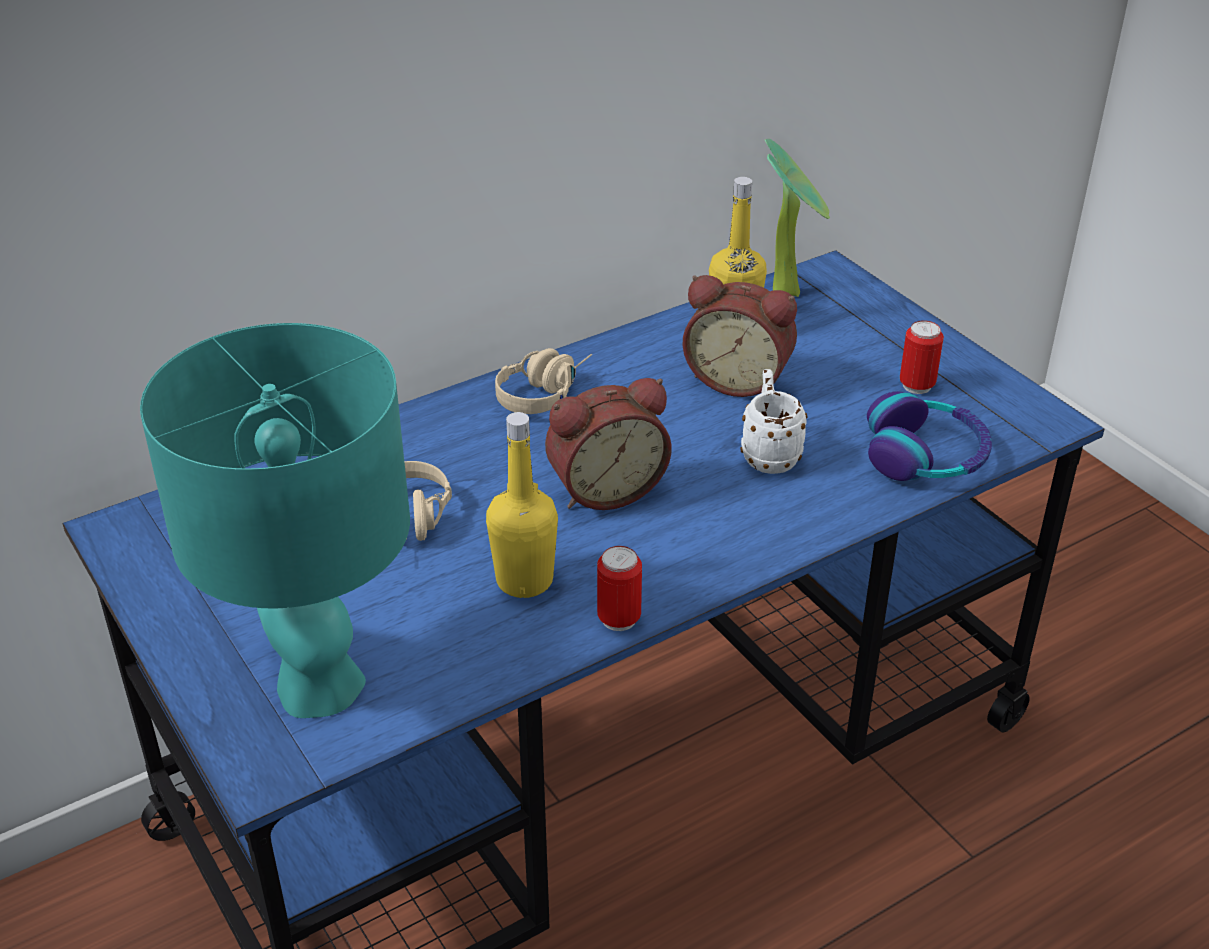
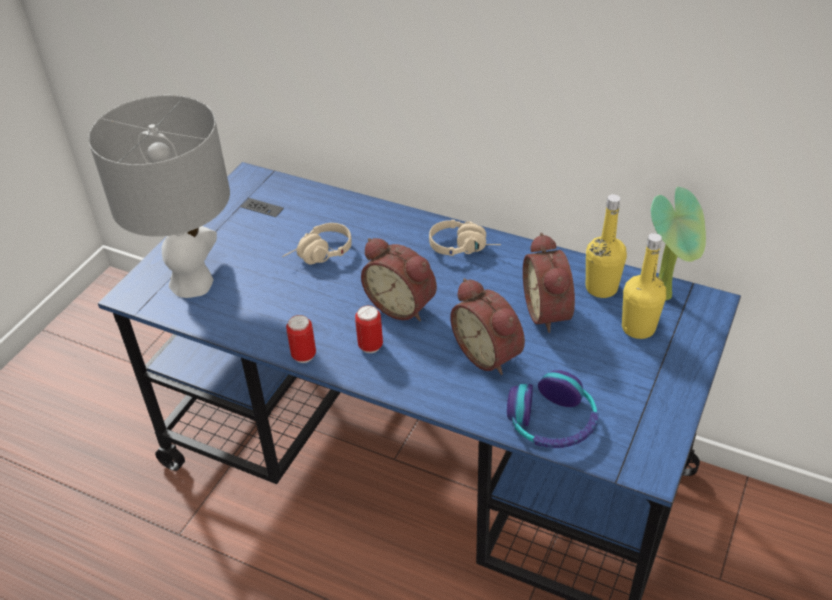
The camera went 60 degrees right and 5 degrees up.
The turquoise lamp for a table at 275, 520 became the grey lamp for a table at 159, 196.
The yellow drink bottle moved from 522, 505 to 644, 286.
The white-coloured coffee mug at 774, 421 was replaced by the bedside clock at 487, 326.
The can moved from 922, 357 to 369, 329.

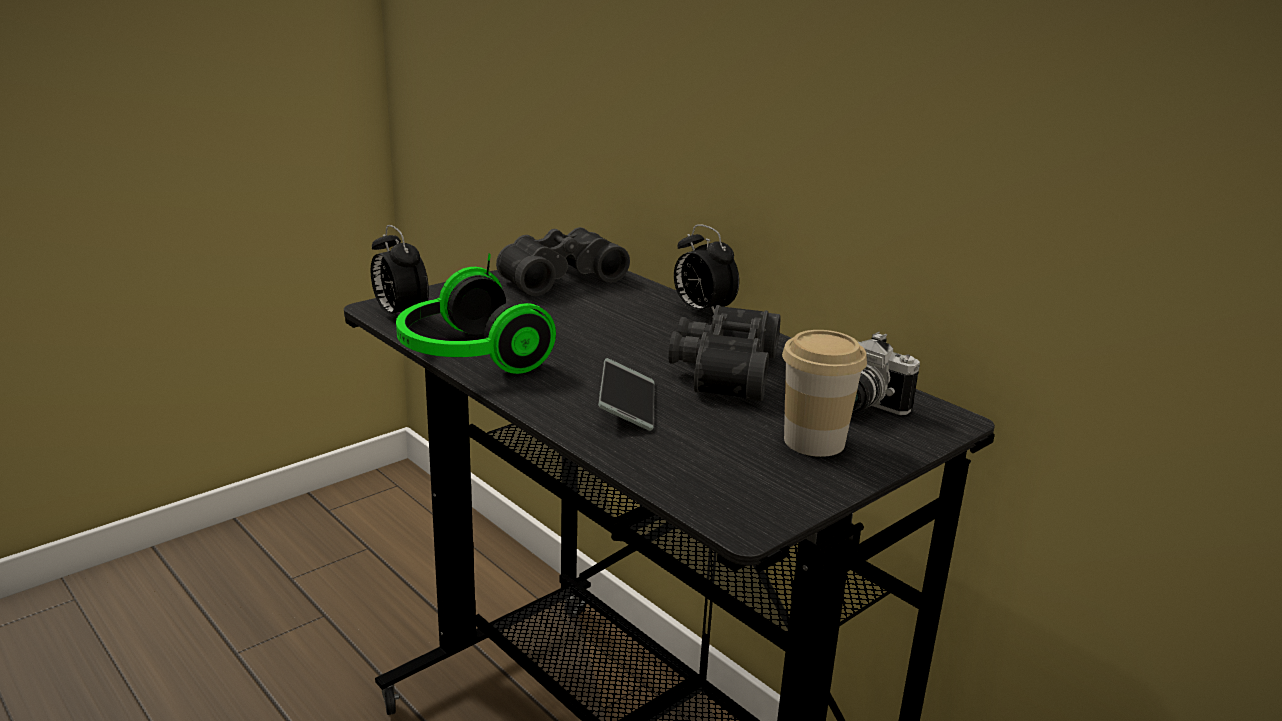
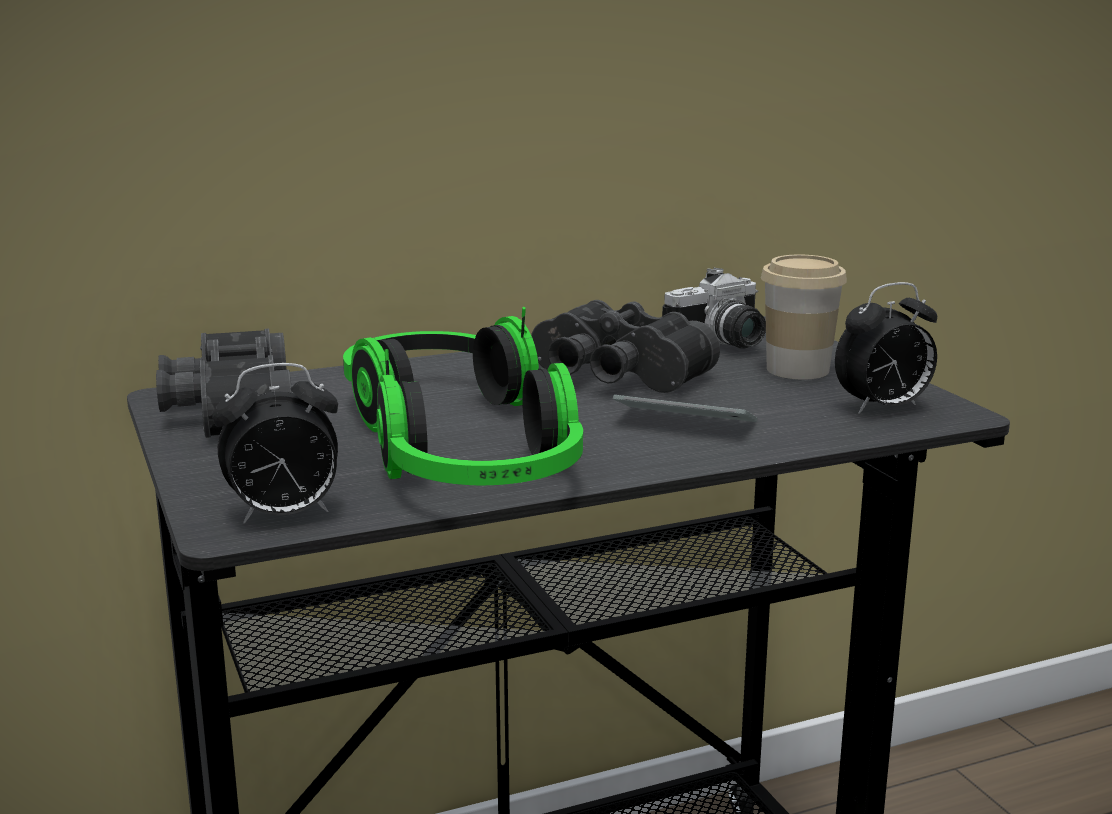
The camera went 70 degrees left and 5 degrees down.
The bedside clock moved from 706, 268 to 886, 348.
The headset at 441, 369 appeared.

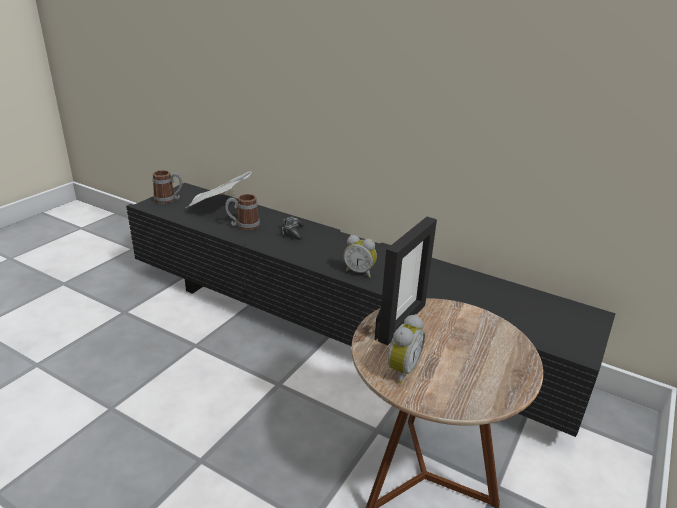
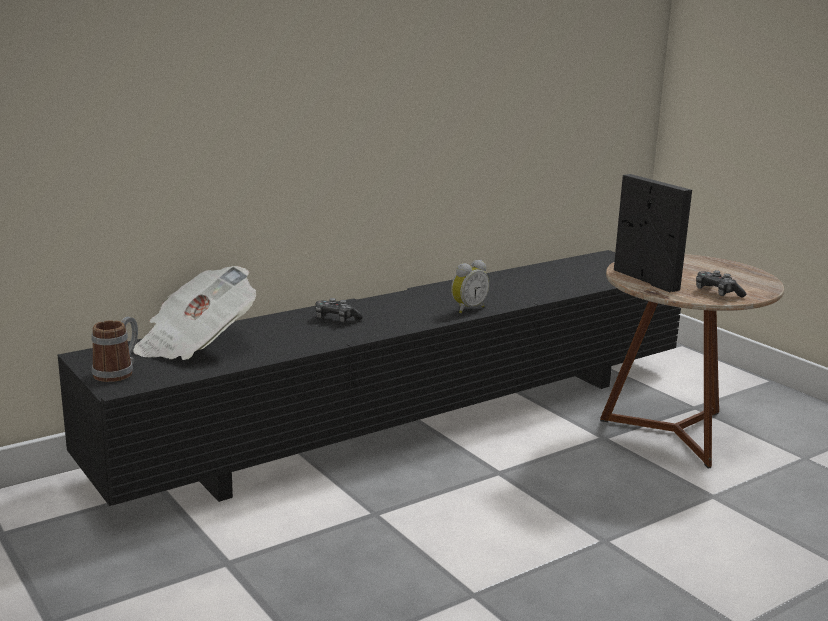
The camera went 65 degrees left and 10 degrees down.
The coffee mug at 242, 212 disappeared.
The bedside clock at 406, 349 was replaced by the gamepad at 721, 284.

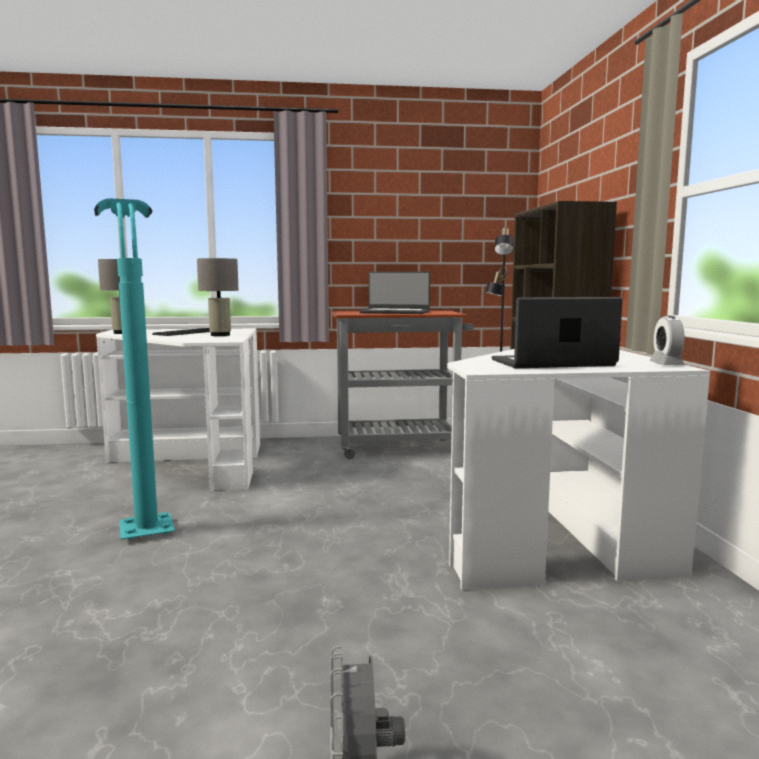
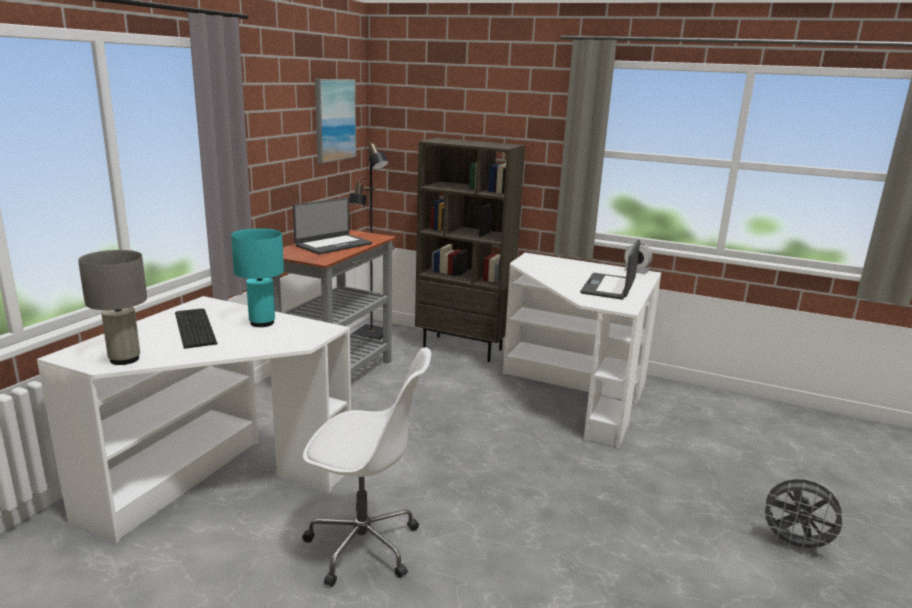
The camera went 60 degrees left and 10 degrees up.
The turquoise floor lamp at 134, 369 was replaced by the white-coloured computer chair at 366, 467.
The grey lamp for a table at 217, 297 became the turquoise lamp for a table at 257, 277.
The wall art at 335, 121 appeared.

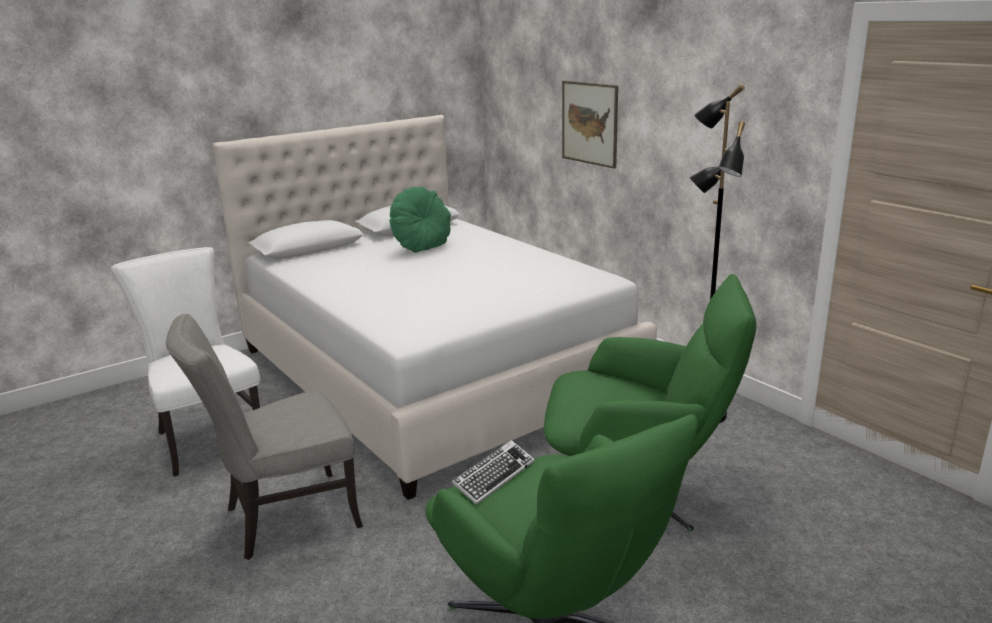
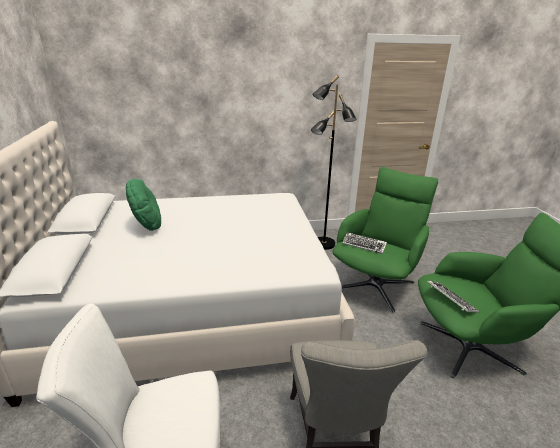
The camera went 65 degrees left and 5 degrees up.
The wall art at 590, 125 disappeared.
The PC keyboard at 364, 243 appeared.

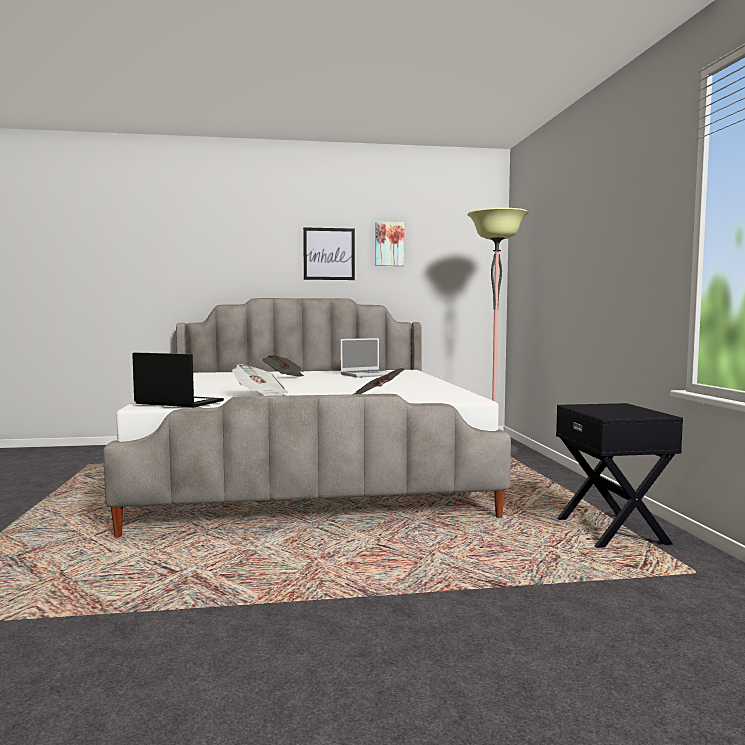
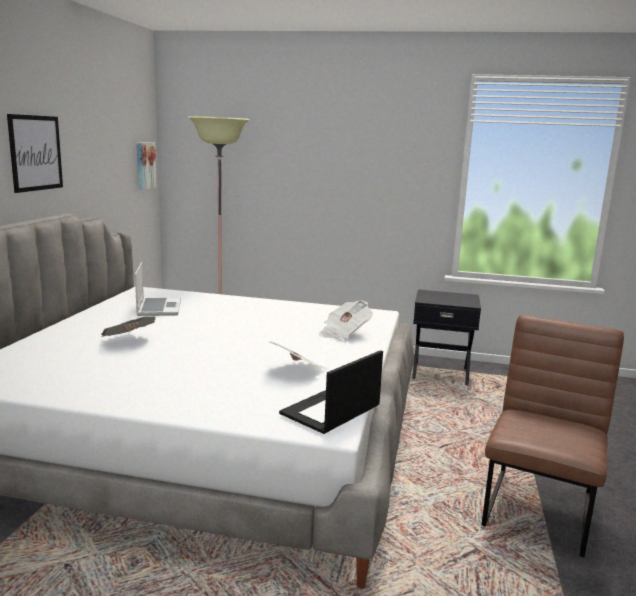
The camera went 70 degrees left and 10 degrees up.
The wall art moved from 389, 244 to 146, 166.
The brown-coloured chair at 552, 436 appeared.

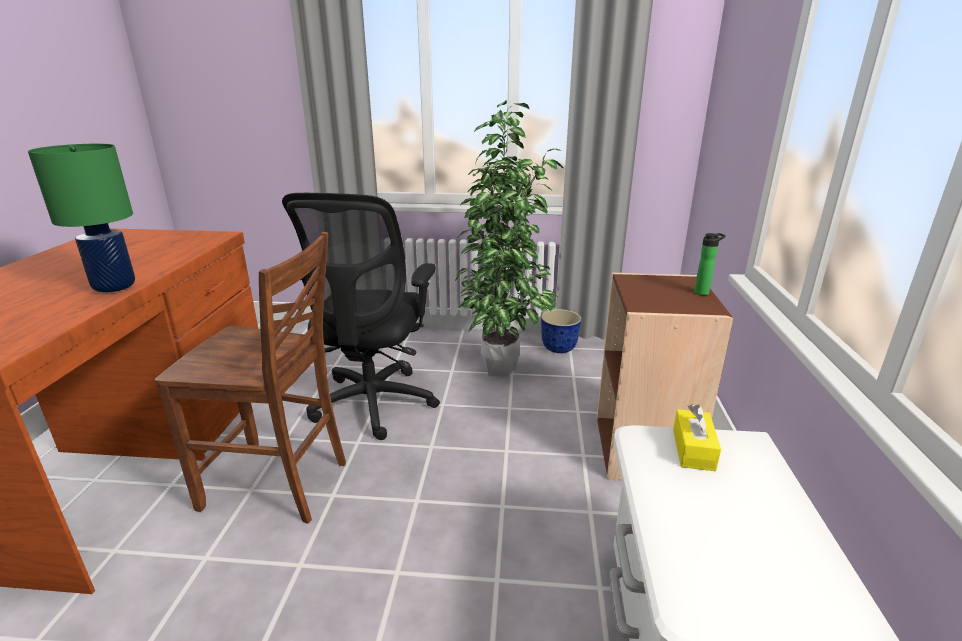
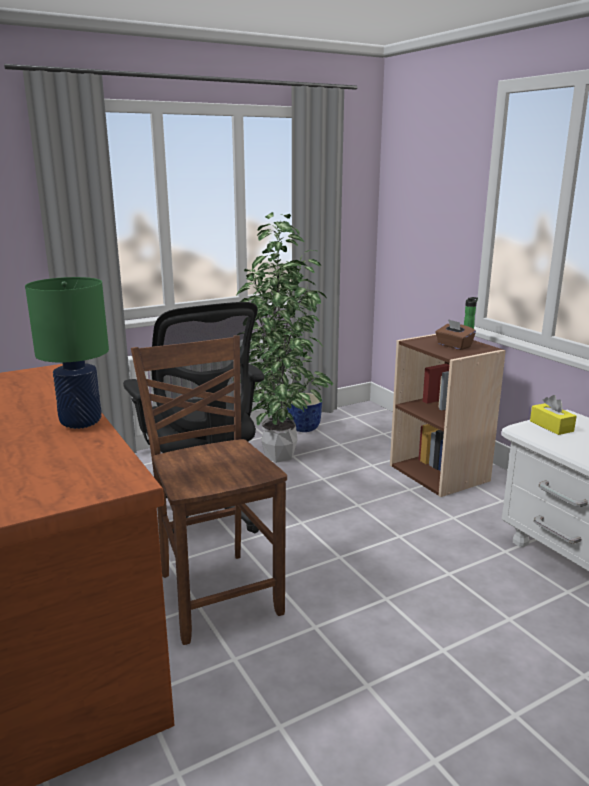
The camera went 35 degrees left and 5 degrees down.
The brown-coloured chair at 250, 378 turned 90 degrees counterclockwise.
The brown-coloured tissue box at 455, 334 appeared.

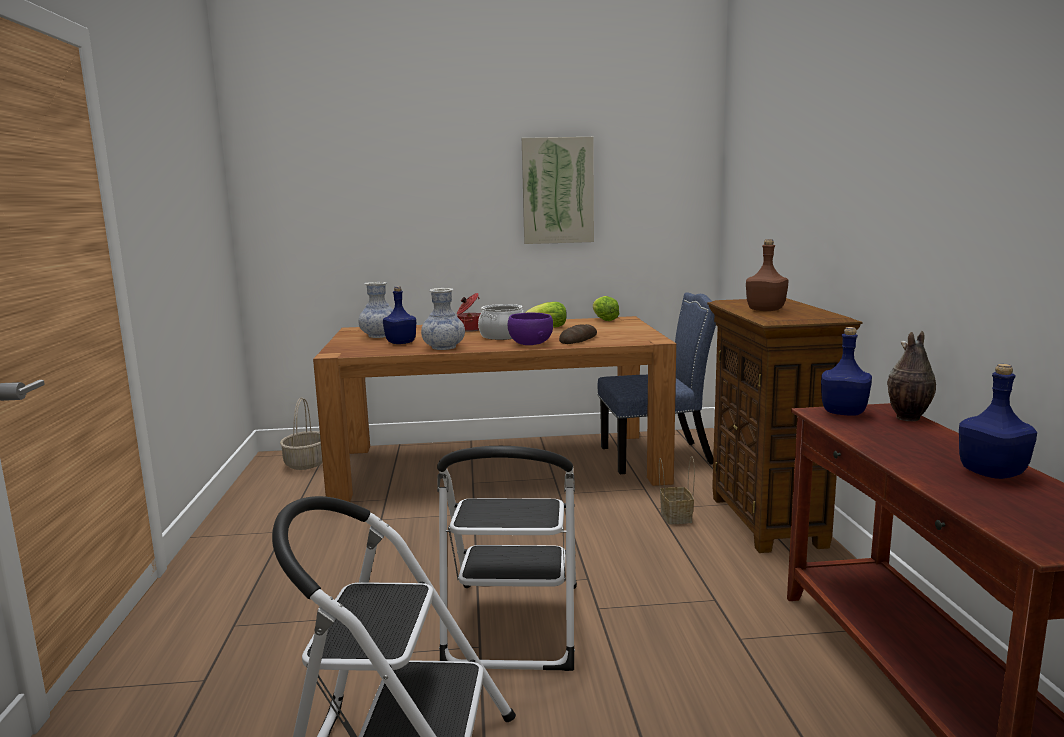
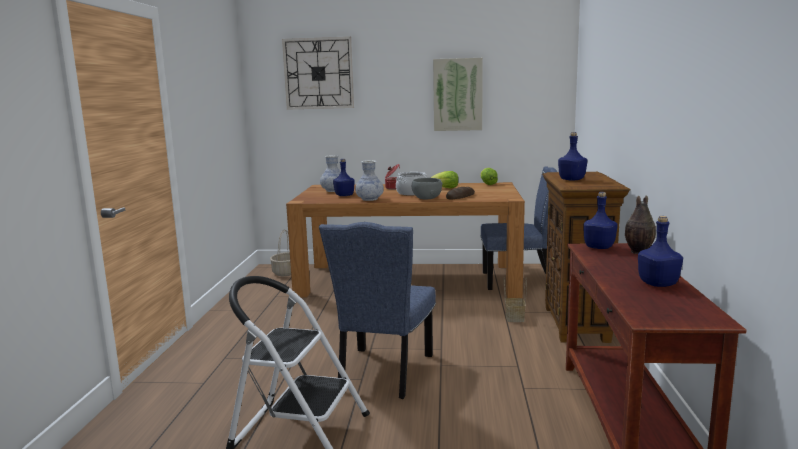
The camera went 10 degrees right and 0 degrees up.
The step stool at 507, 558 was replaced by the blue-coloured chair at 377, 310.
The purple bowl at 530, 328 became the grey bowl at 427, 189.
The brown-coloured drink bottle at 767, 275 became the blue-coloured drink bottle at 572, 156.
The wall clock at 318, 73 appeared.

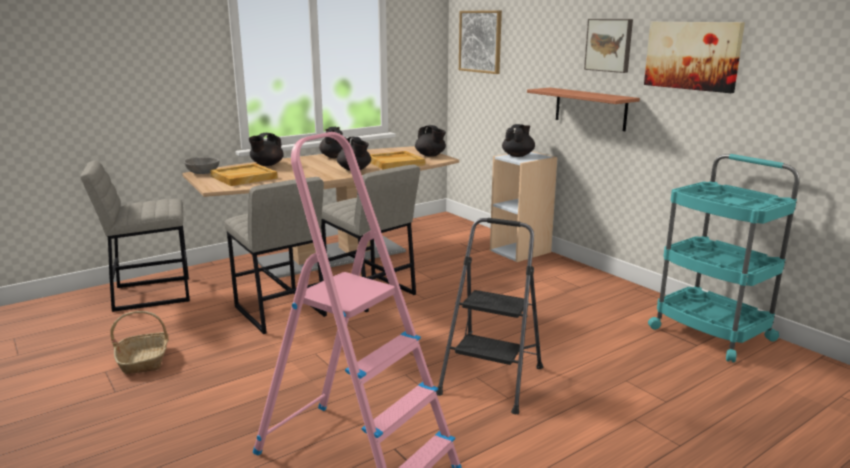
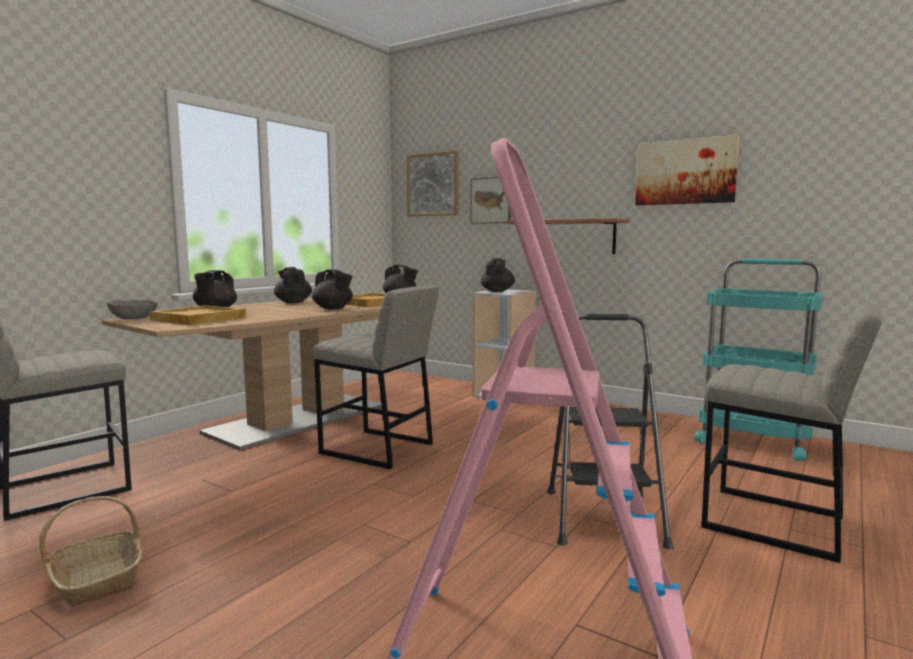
The camera went 20 degrees left and 10 degrees down.
The grey chair moved from 276, 255 to 792, 432.
The wall art moved from 608, 46 to 490, 200.

